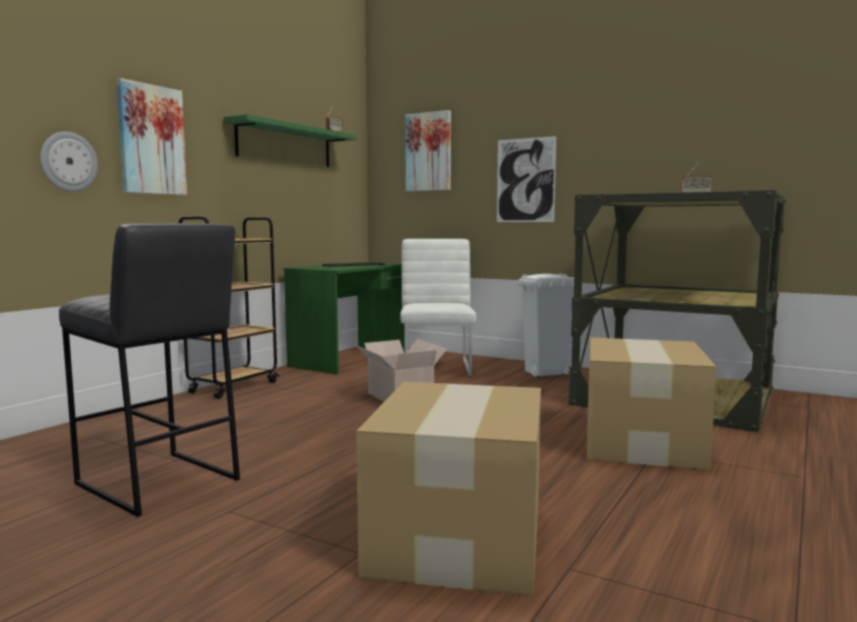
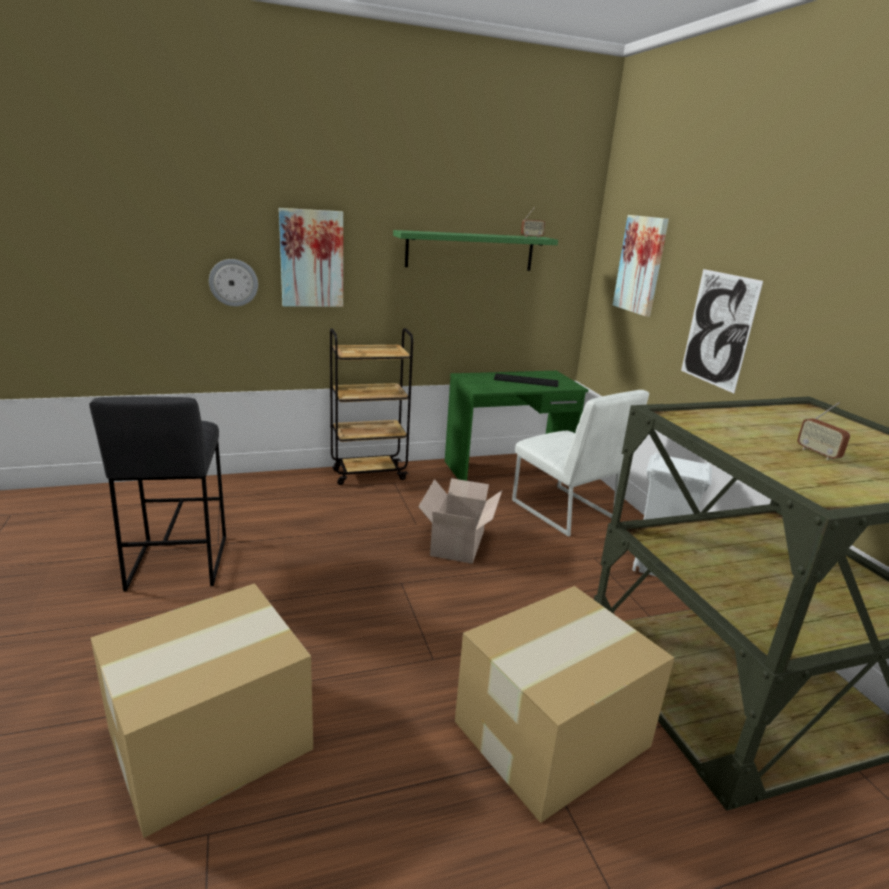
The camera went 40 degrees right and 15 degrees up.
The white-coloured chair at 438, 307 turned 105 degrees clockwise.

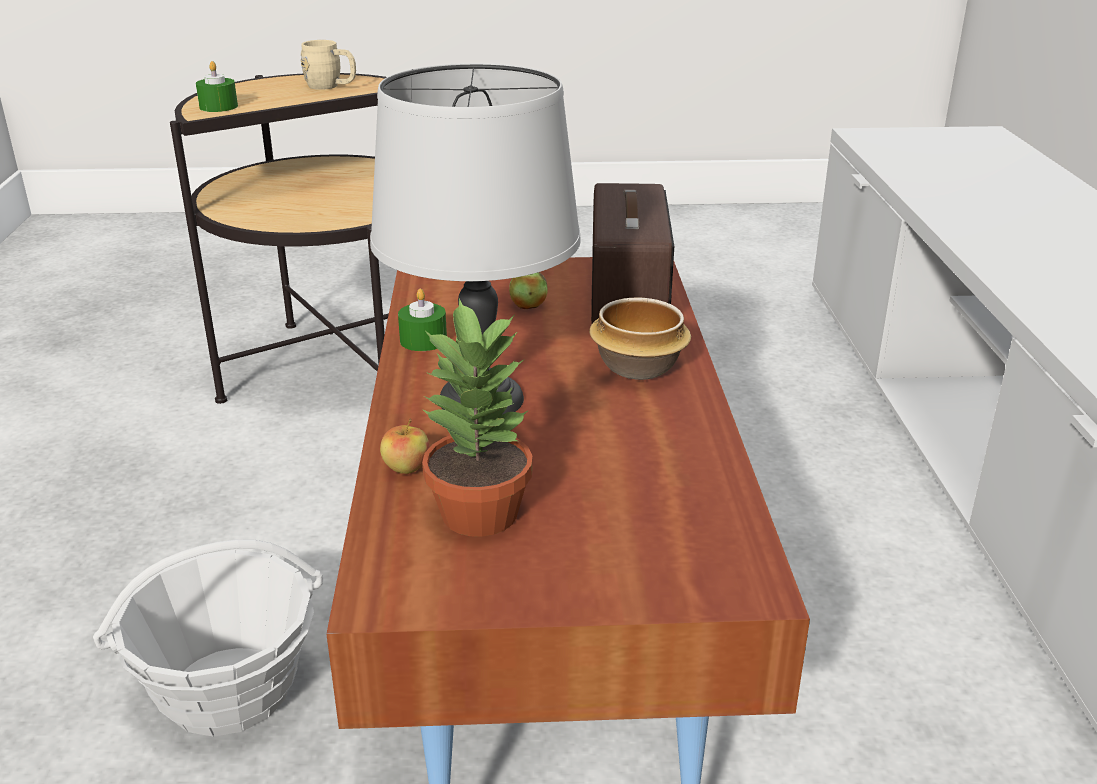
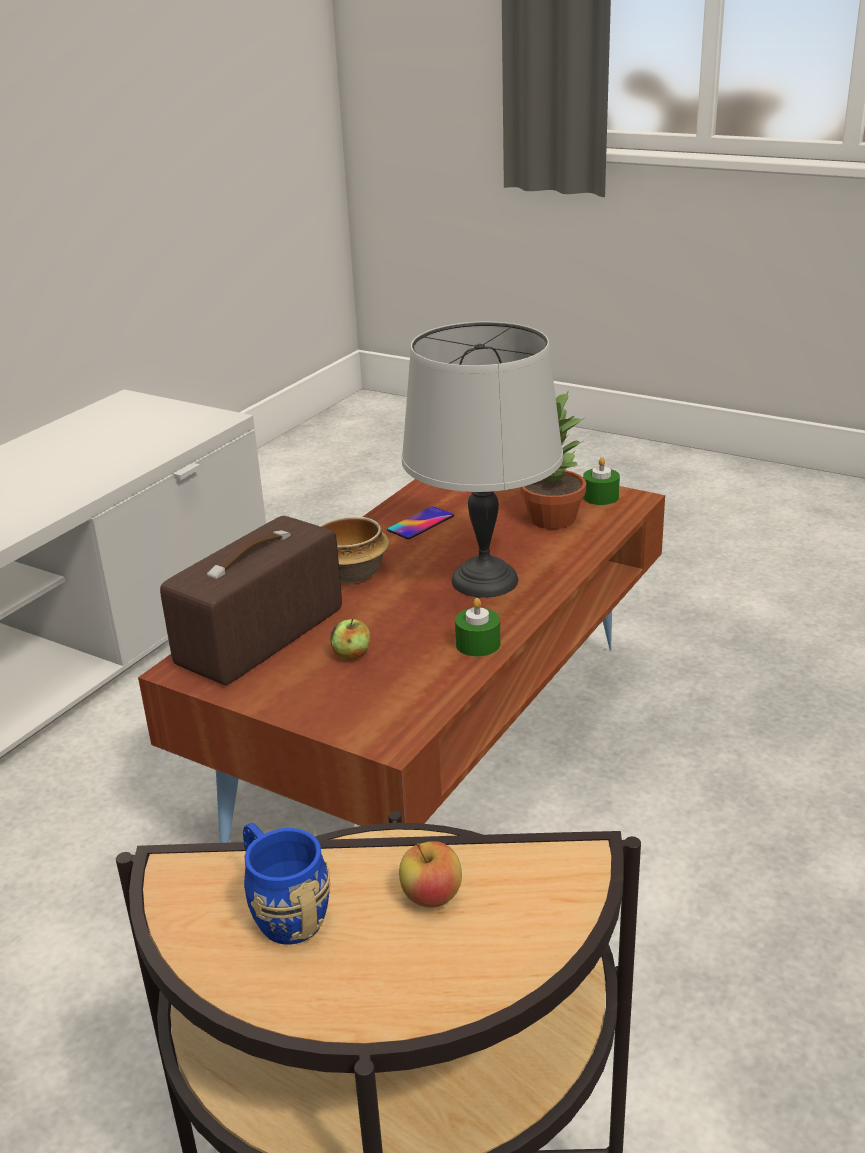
The camera went 145 degrees left and 0 degrees up.
The household basket at 208, 637 disappeared.
The green-coloured candle moved from 217, 86 to 601, 481.
The beige coffee mug at 328, 65 became the blue-coloured coffee mug at 286, 884.
The apple fruit moved from 405, 446 to 430, 874.
The phone at 420, 522 appeared.

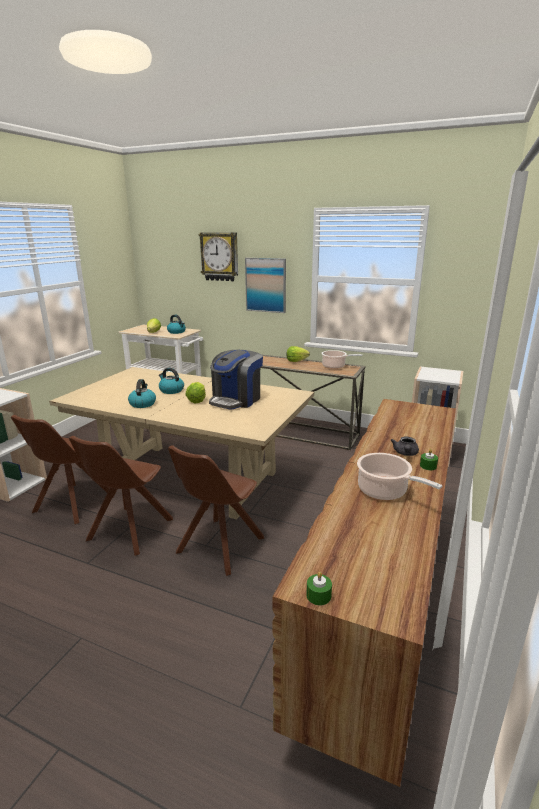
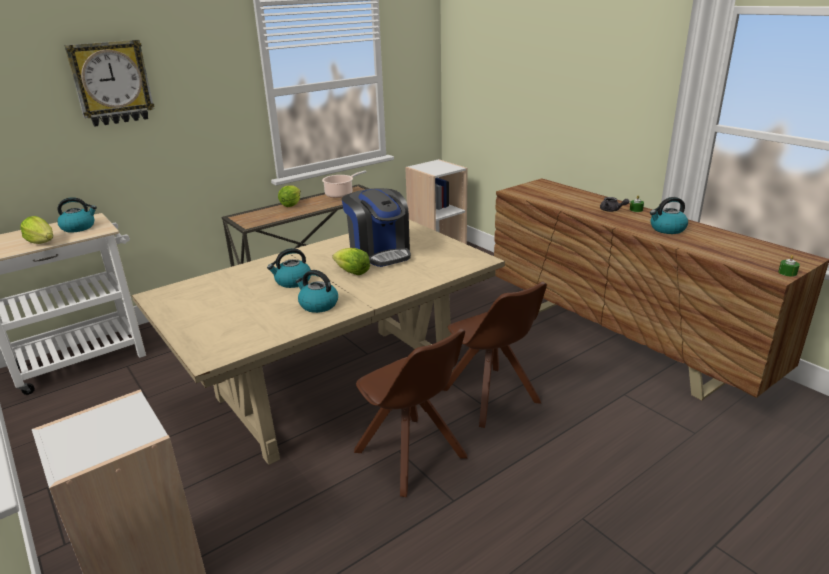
The camera went 60 degrees left and 5 degrees up.
The brown-coloured chair at 60, 469 disappeared.
The wall art at 265, 285 disappeared.
The saucepot at 399, 476 was replaced by the water kettle at 669, 215.

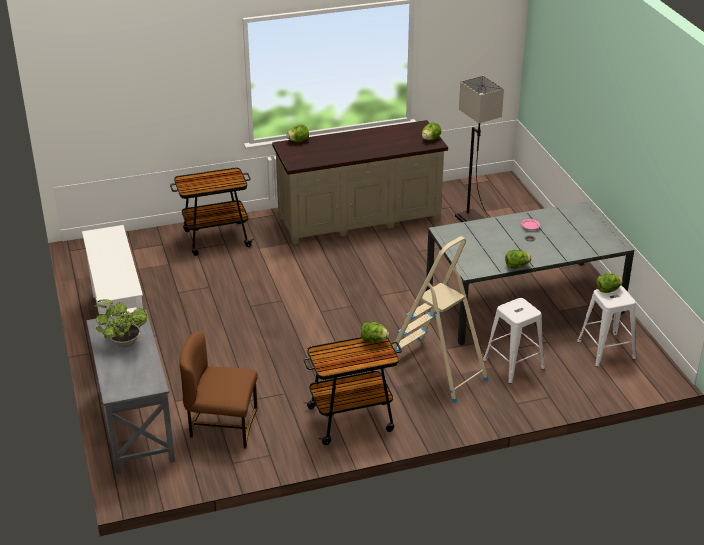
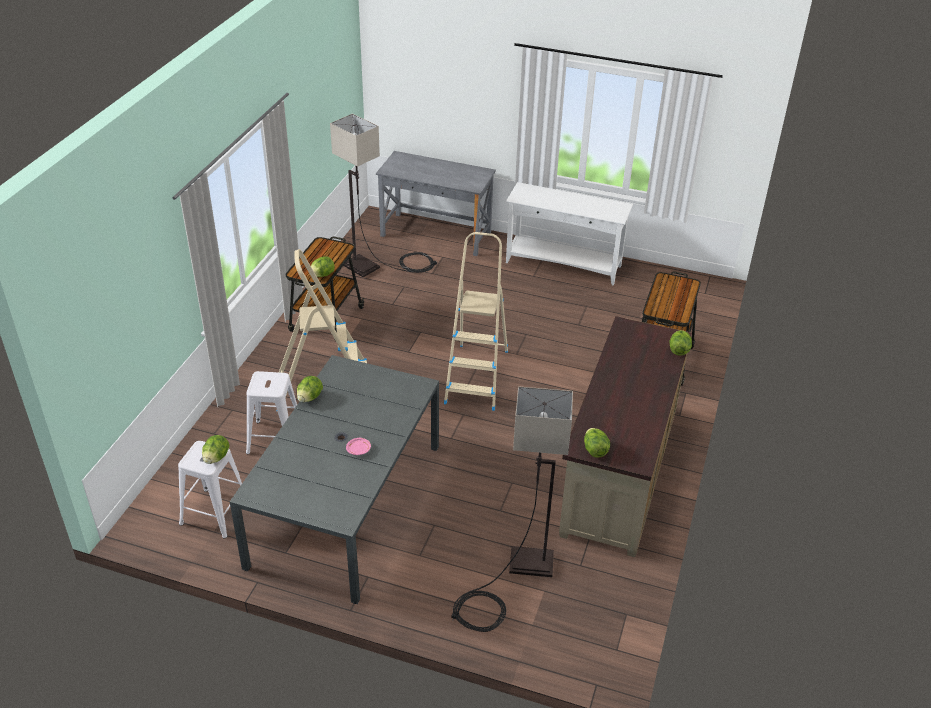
The camera went 125 degrees right and 5 degrees up.
The houseplant at 119, 323 disappeared.
The brown-coloured chair at 218, 390 was replaced by the floor lamp at 383, 195.
The beige step stool at 476, 321 appeared.

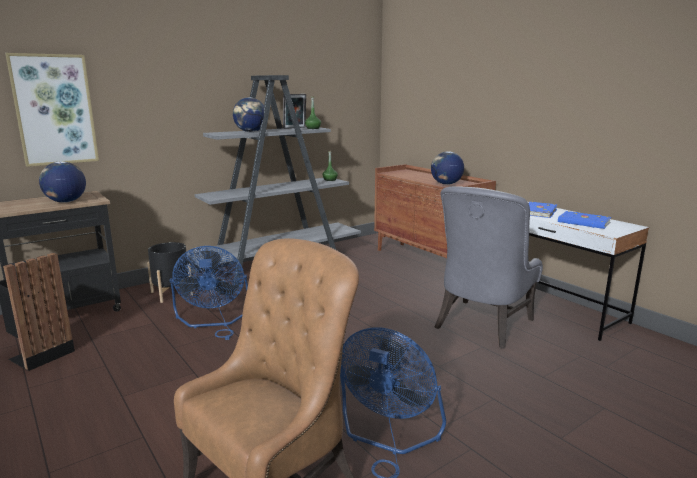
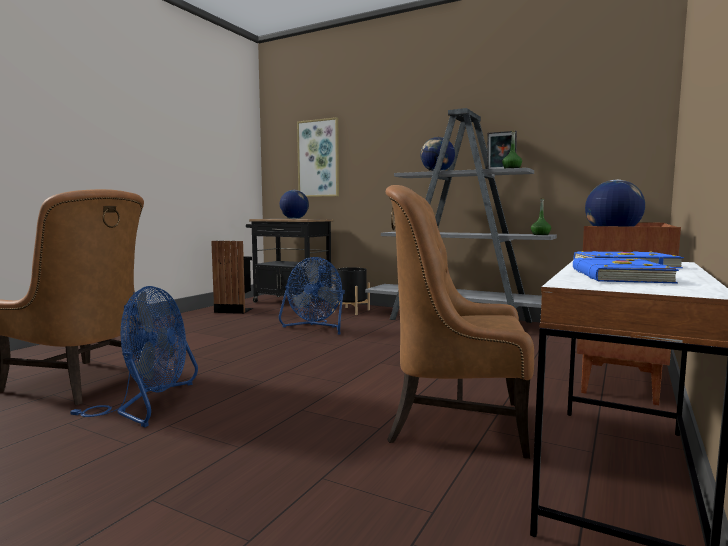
The camera went 65 degrees right and 10 degrees down.
The blue-coloured fan at 209, 293 turned 150 degrees clockwise.
The grey chair at 489, 267 became the brown-coloured chair at 460, 322.

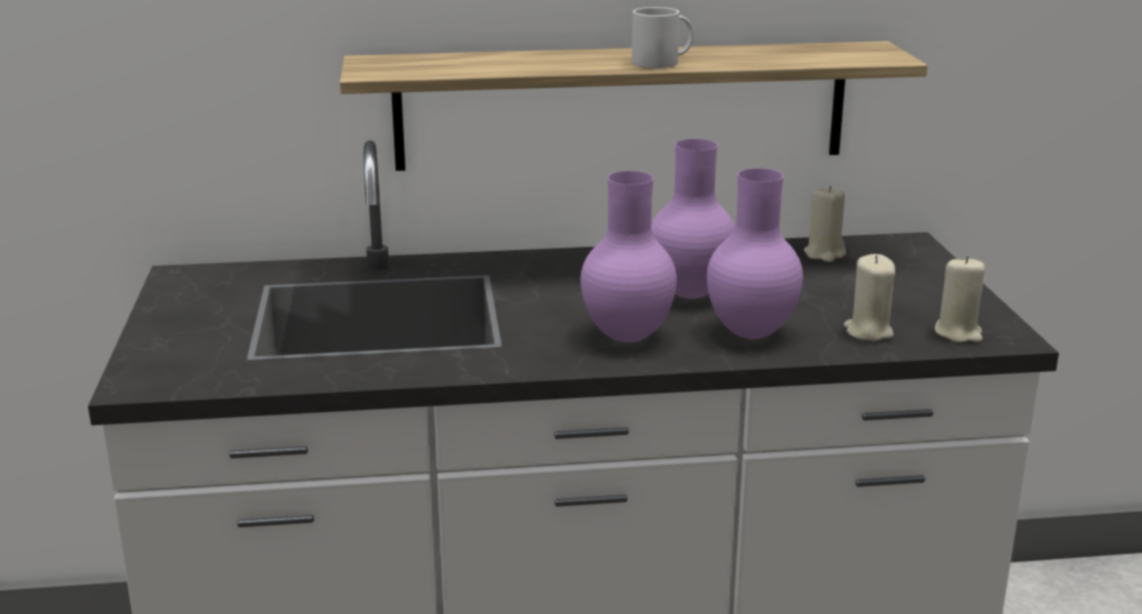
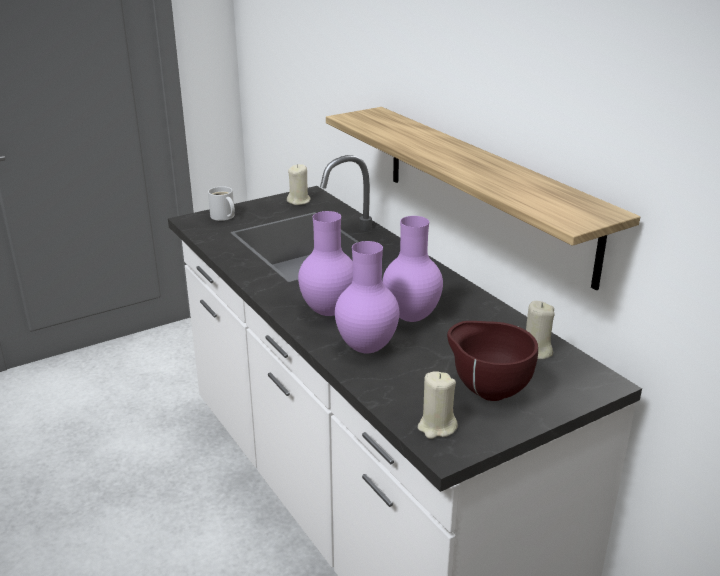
The camera went 65 degrees right and 5 degrees up.
The white-coloured coffee mug moved from 663, 37 to 221, 203.
The beige candle moved from 869, 297 to 299, 184.
The brown-coloured bowl at 492, 361 appeared.

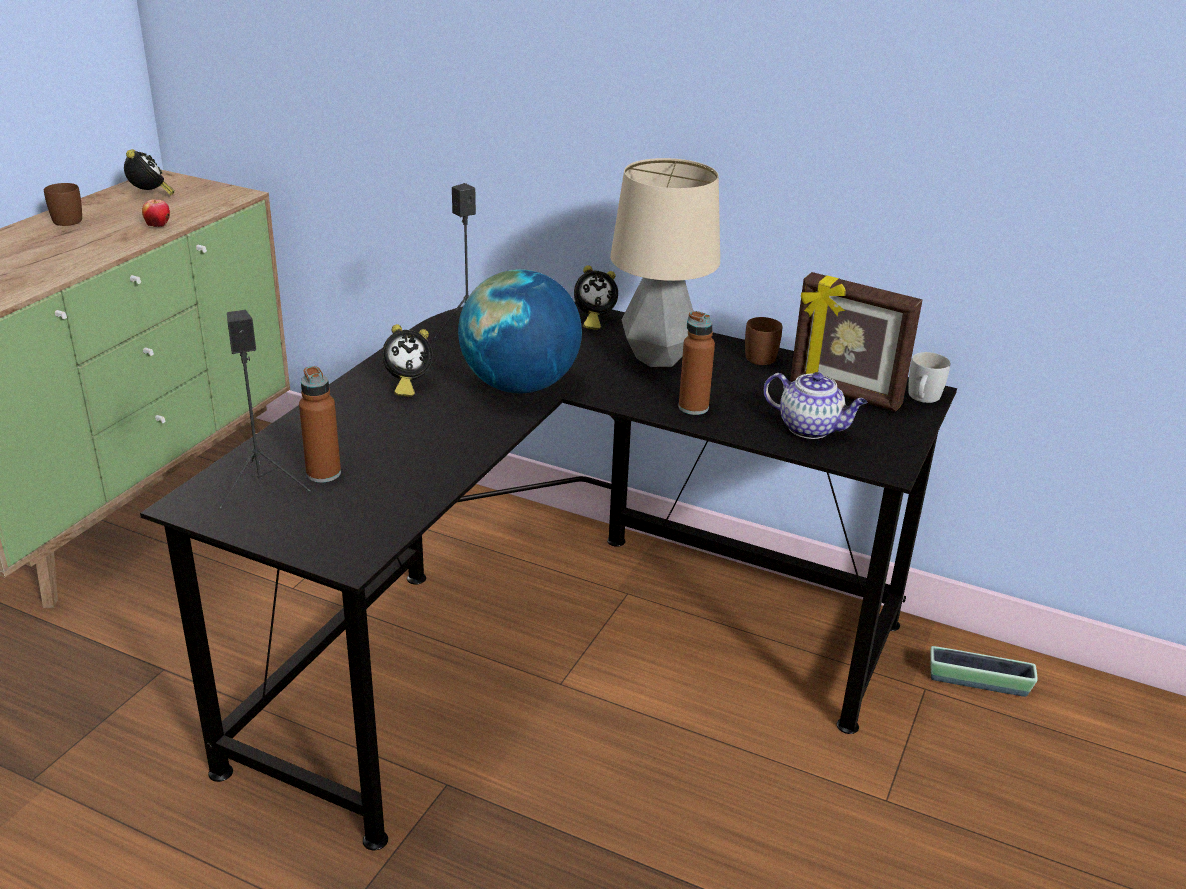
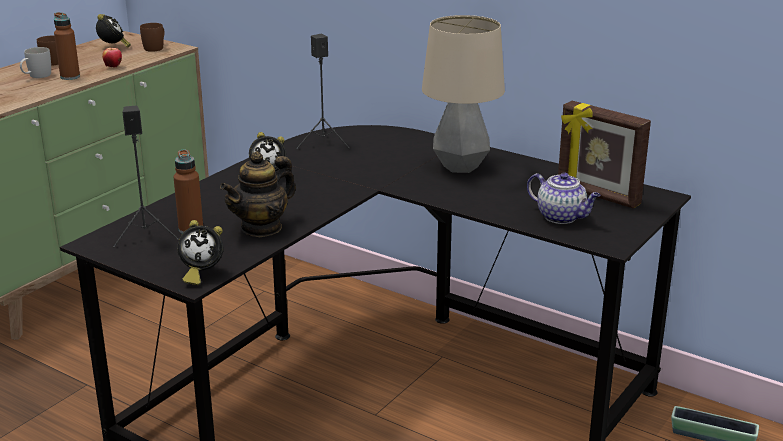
The camera went 10 degrees right and 5 degrees down.
The desk globe at 520, 331 disappeared.
The bedside clock moved from 596, 297 to 200, 252.
The brown-coloured drink bottle moved from 696, 363 to 67, 46.
The brown-coloured coffee mug moved from 763, 341 to 152, 37.
The white-coloured coffee mug moved from 929, 377 to 35, 62.
The tea pot at 258, 194 appeared.

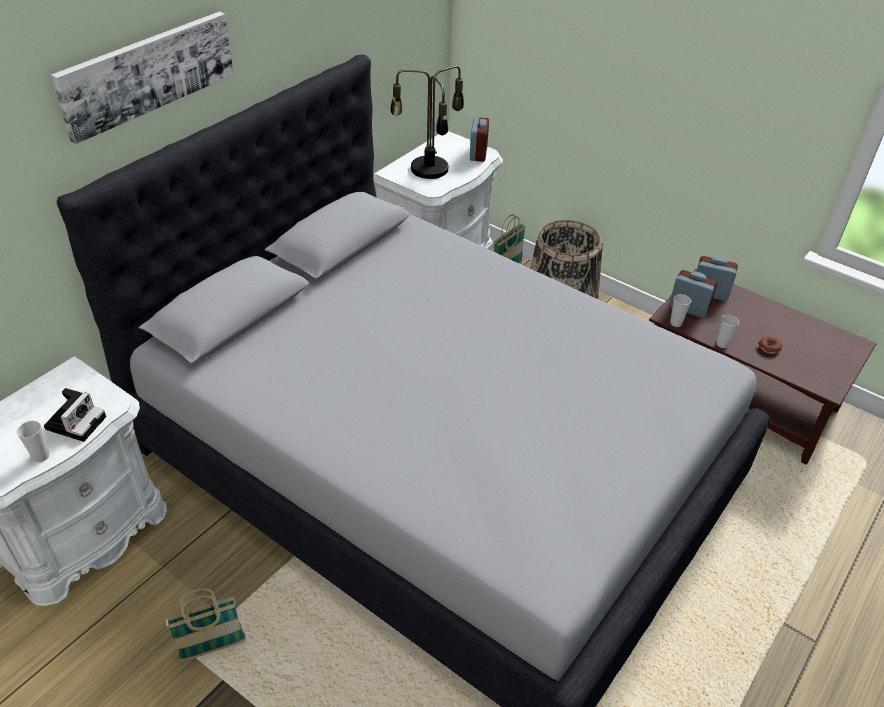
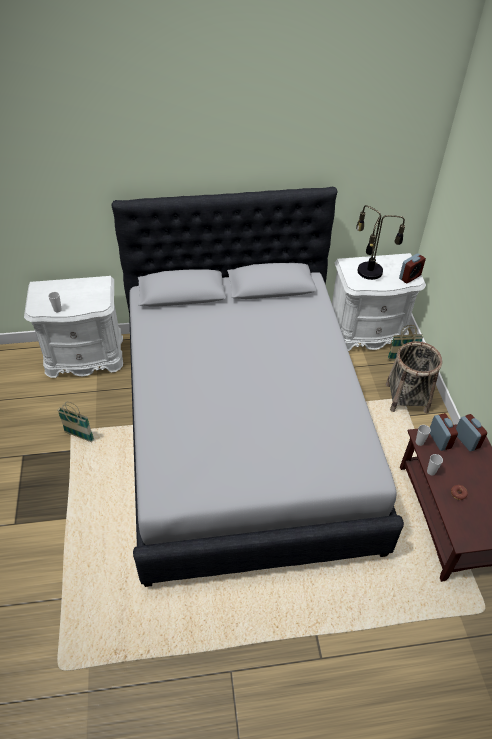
The camera went 45 degrees right and 5 degrees up.
The photo camera at 75, 415 disappeared.
The wall art at 142, 78 disappeared.

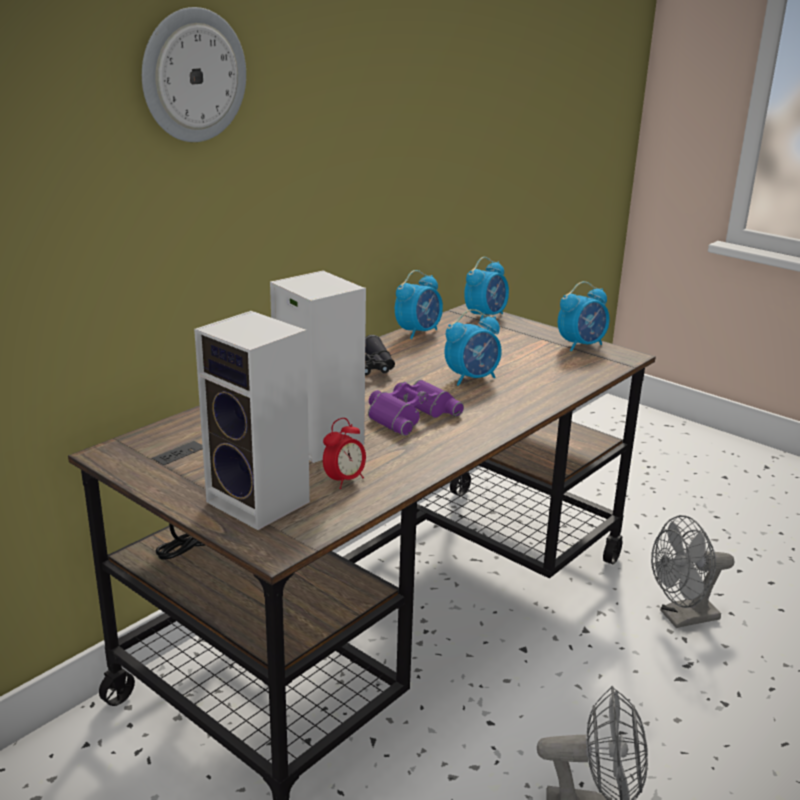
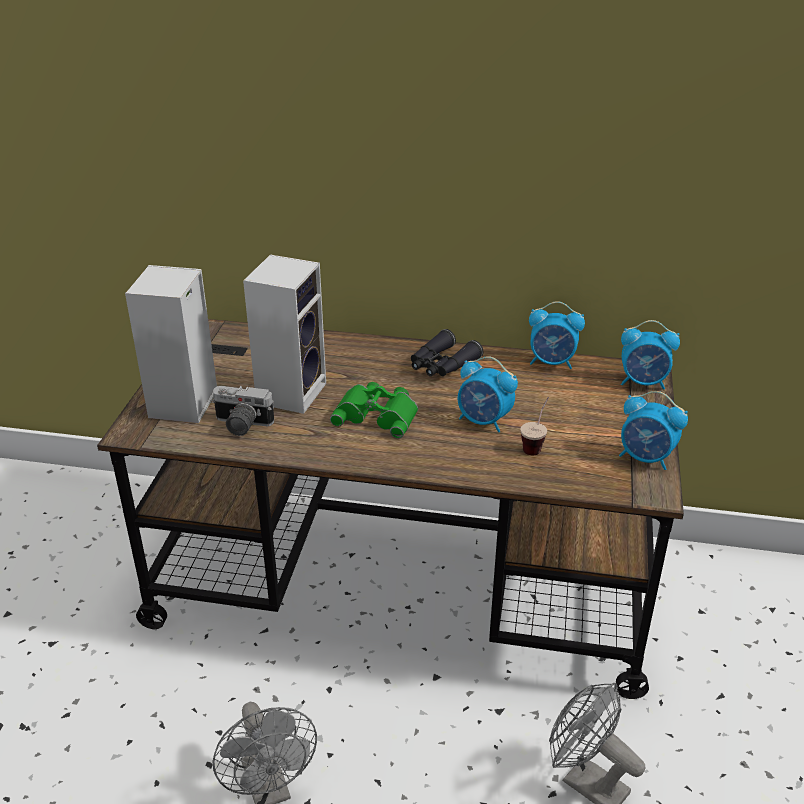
The camera went 60 degrees right and 10 degrees up.
The wall clock at 194, 74 disappeared.
The bedside clock at 344, 453 was replaced by the photo camera at 242, 411.
The purple pair of binoculars at 416, 408 became the green-coloured pair of binoculars at 374, 410.
The cup at 534, 426 appeared.

